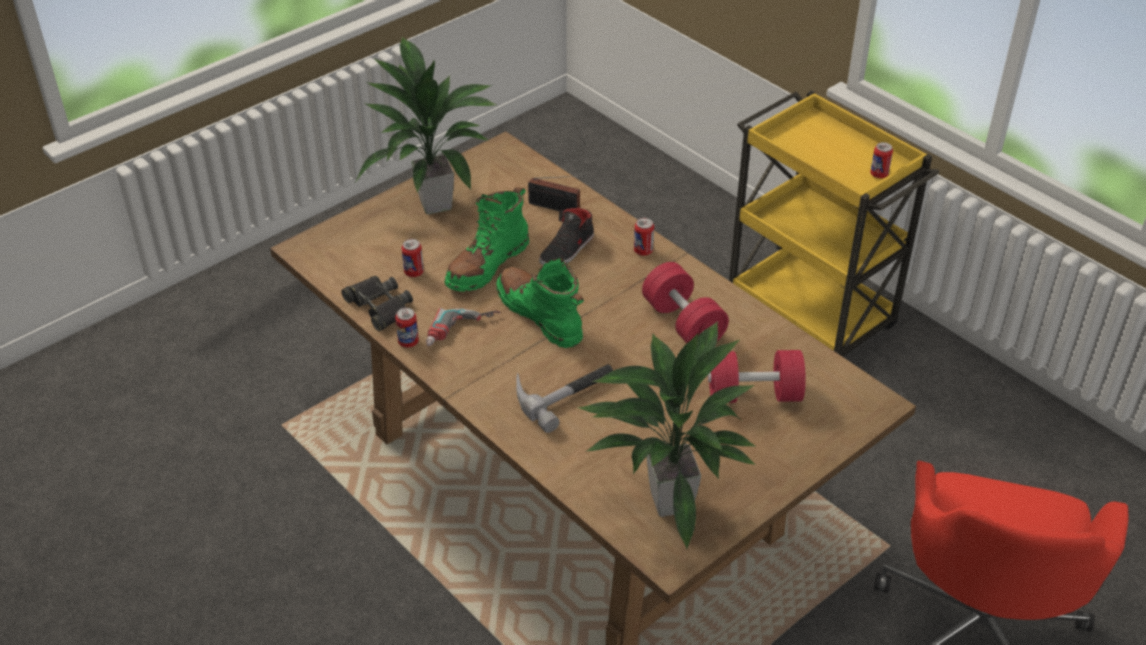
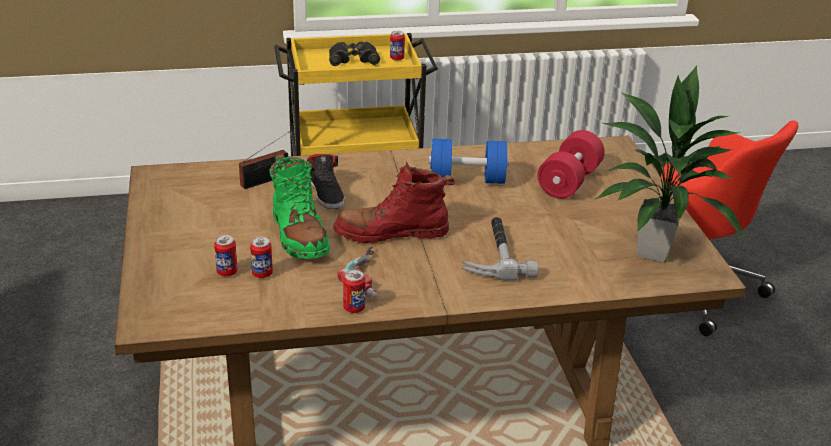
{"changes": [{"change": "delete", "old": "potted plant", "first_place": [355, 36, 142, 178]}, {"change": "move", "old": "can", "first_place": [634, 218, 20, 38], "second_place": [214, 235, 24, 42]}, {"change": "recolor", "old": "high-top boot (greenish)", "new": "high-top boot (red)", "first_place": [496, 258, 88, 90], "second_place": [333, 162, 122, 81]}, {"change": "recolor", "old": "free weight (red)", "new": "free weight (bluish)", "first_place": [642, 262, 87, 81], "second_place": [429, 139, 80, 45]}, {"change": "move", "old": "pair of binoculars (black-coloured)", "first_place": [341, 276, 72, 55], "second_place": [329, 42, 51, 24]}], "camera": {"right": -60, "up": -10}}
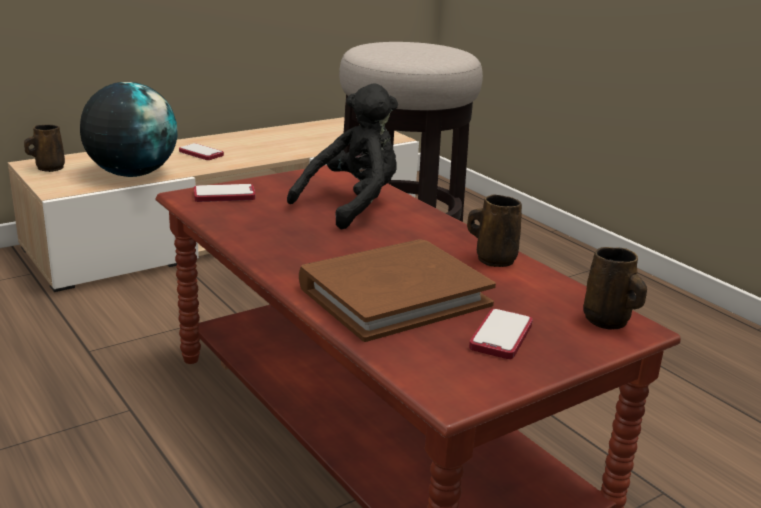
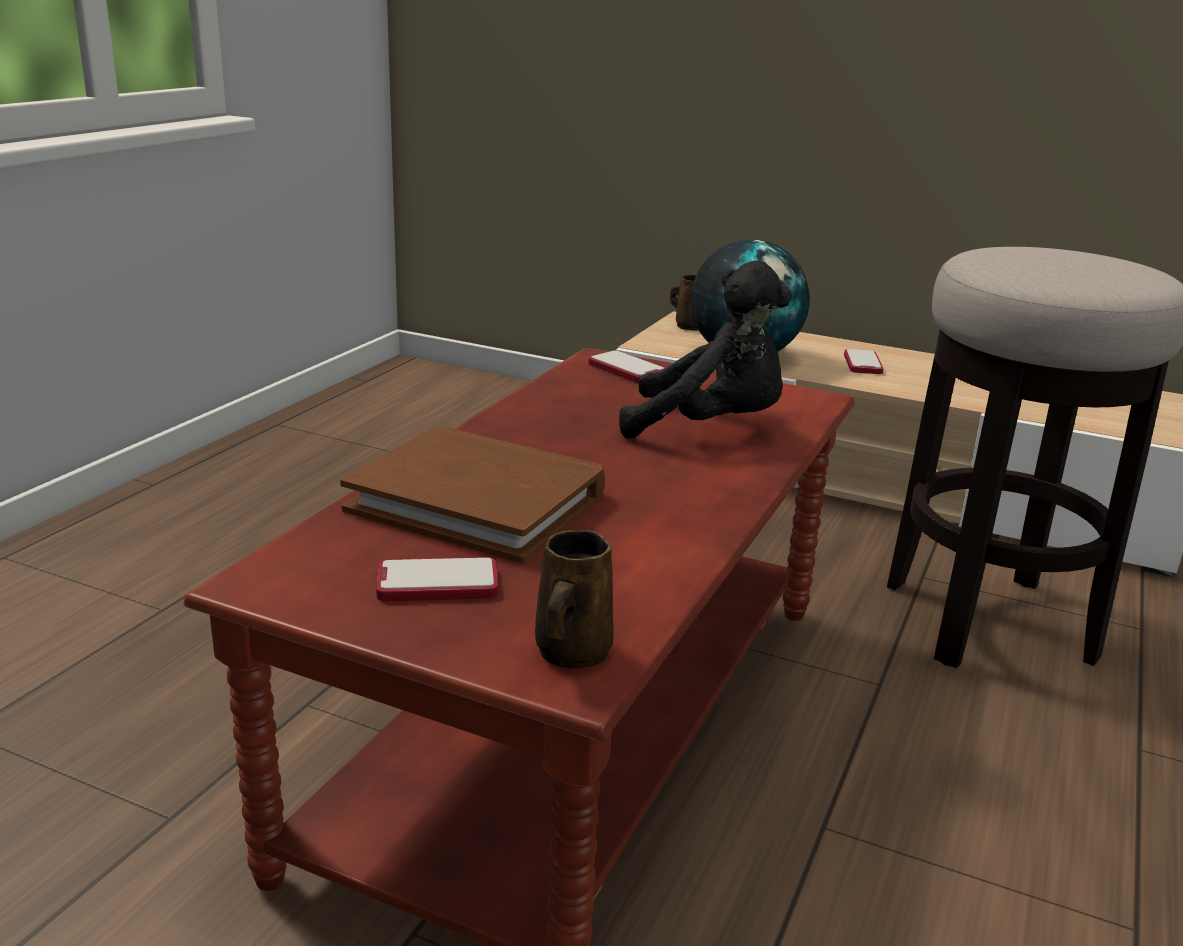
{"changes": [{"change": "delete", "old": "tea mug (brownish)", "first_place": [467, 195, 55, 72]}], "camera": {"right": 60, "up": 0}}
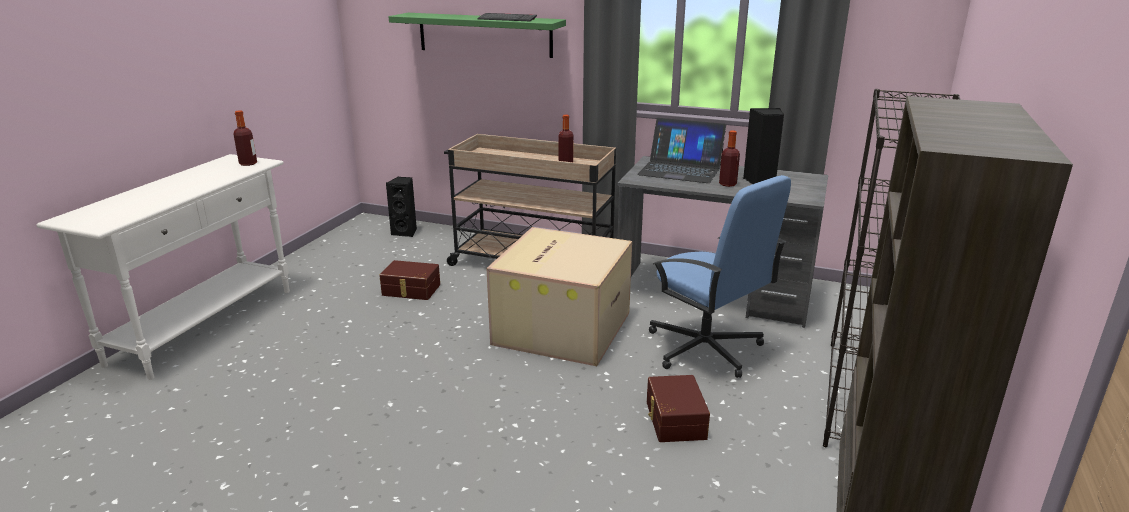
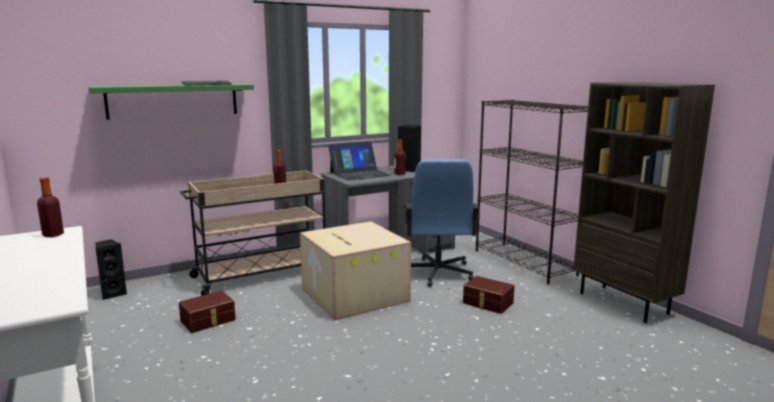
{"changes": [{"change": "rotate", "old": "office chair (bluish)", "first_place": [649, 175, 142, 203], "second_place": [404, 159, 75, 128], "degrees": 90}], "camera": {"right": -50, "up": -10}}
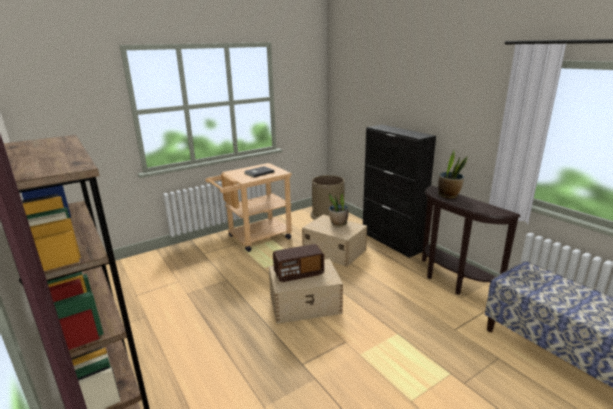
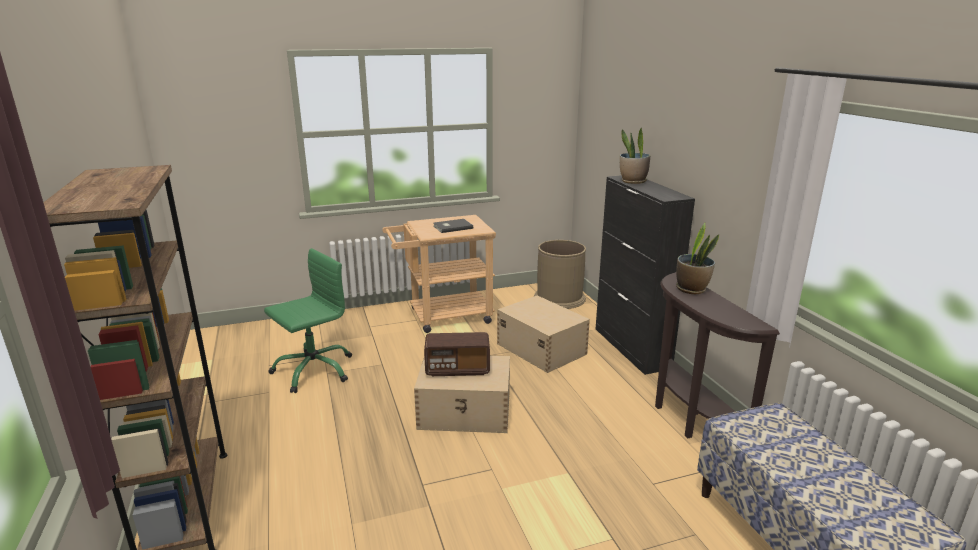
{"changes": [{"change": "move", "old": "potted plant", "first_place": [329, 193, 19, 34], "second_place": [620, 127, 30, 57]}, {"change": "insert", "new": "office chair (greenish)", "second_place": [264, 248, 88, 145]}], "camera": {"right": 15, "up": 0}}
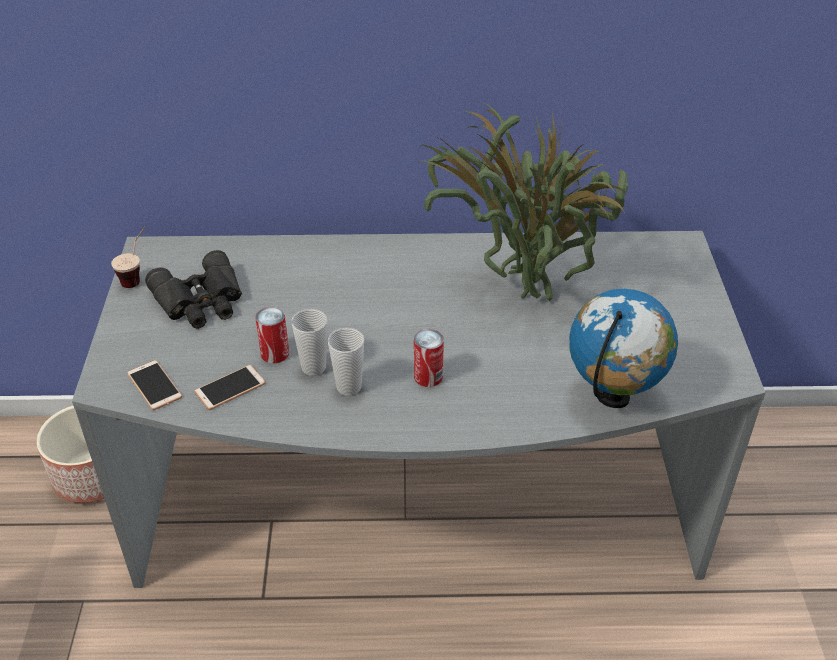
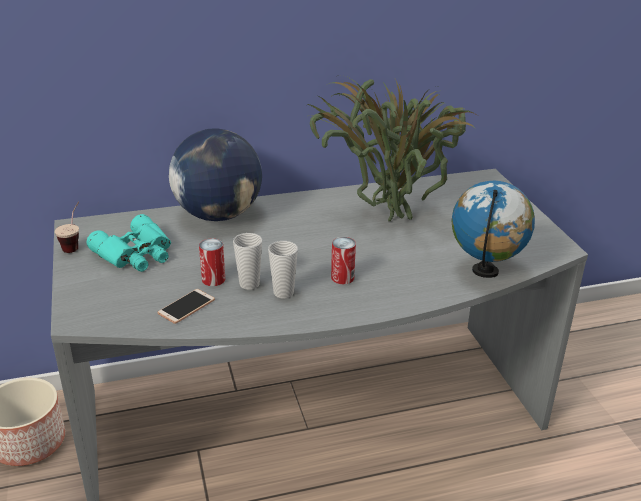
{"changes": [{"change": "recolor", "old": "pair of binoculars (black-coloured)", "new": "pair of binoculars (blue-green)", "first_place": [145, 250, 97, 79], "second_place": [86, 214, 85, 58]}, {"change": "delete", "old": "handset", "first_place": [127, 360, 55, 50]}, {"change": "insert", "new": "desk globe", "second_place": [169, 128, 93, 93]}], "camera": {"right": -15, "up": -10}}
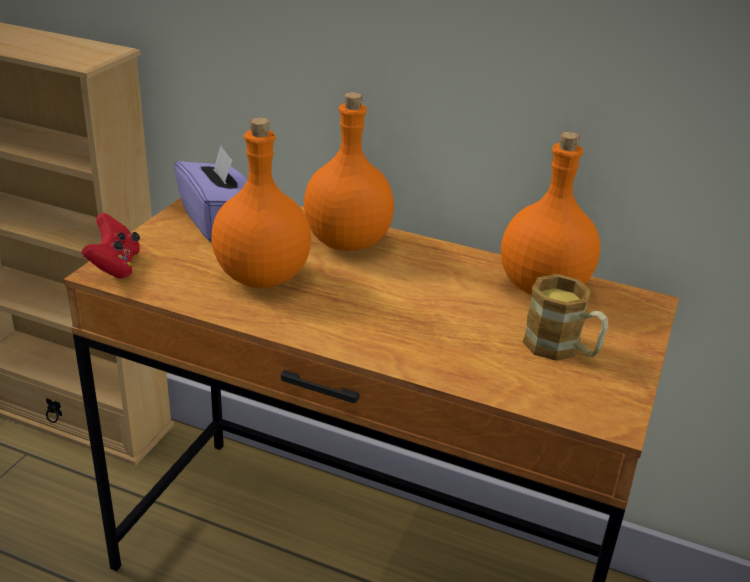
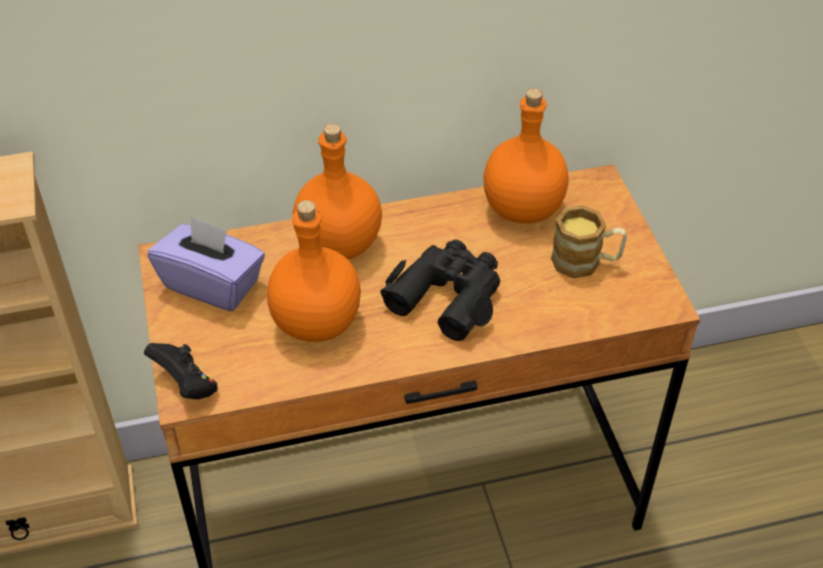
{"changes": [{"change": "recolor", "old": "joypad (red)", "new": "joypad (black-coloured)", "first_place": [82, 213, 58, 65], "second_place": [144, 343, 74, 56]}, {"change": "insert", "new": "pair of binoculars (black-coloured)", "second_place": [380, 239, 120, 102]}], "camera": {"right": -35, "up": 15}}
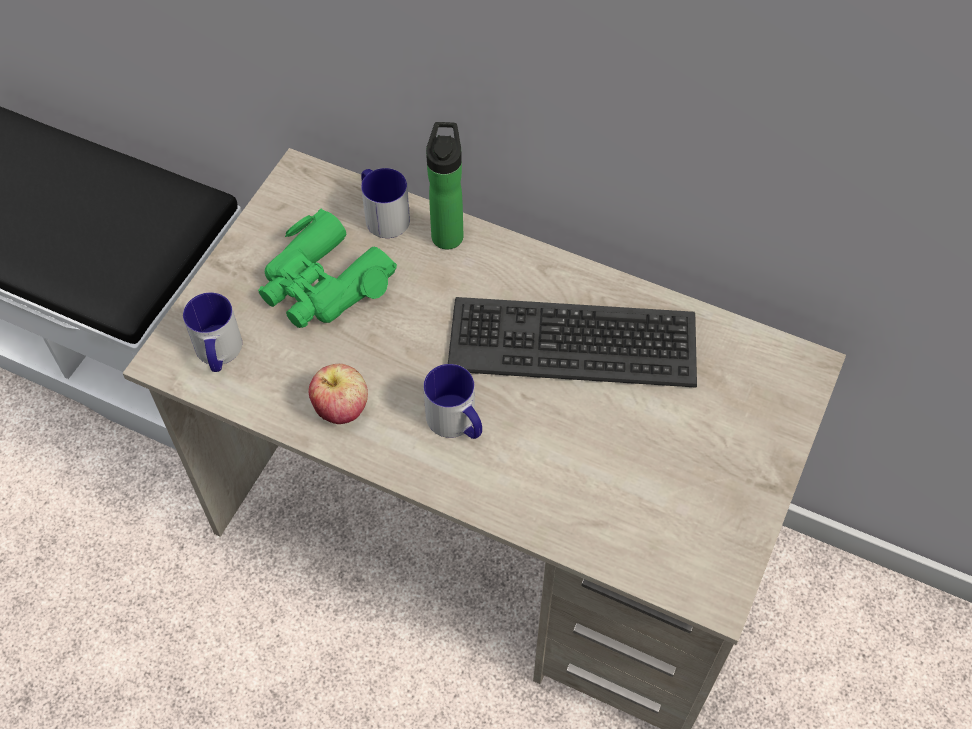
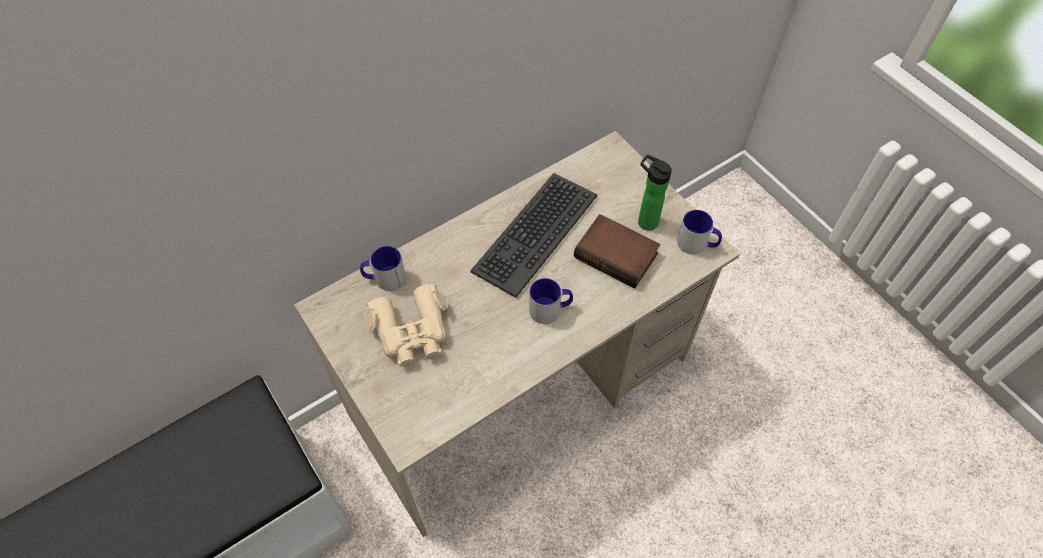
{"changes": [{"change": "move", "old": "beverage bottle", "first_place": [426, 122, 37, 128], "second_place": [638, 154, 34, 76]}, {"change": "recolor", "old": "pair of binoculars (greenish)", "new": "pair of binoculars (beige-coloured)", "first_place": [258, 209, 139, 119], "second_place": [366, 284, 83, 83]}, {"change": "move", "old": "tea mug", "first_place": [183, 292, 59, 80], "second_place": [677, 210, 45, 44]}, {"change": "delete", "old": "apple fruit", "first_place": [309, 364, 59, 60]}, {"change": "insert", "new": "bound book", "second_place": [574, 214, 86, 75]}], "camera": {"right": -60, "up": 0}}
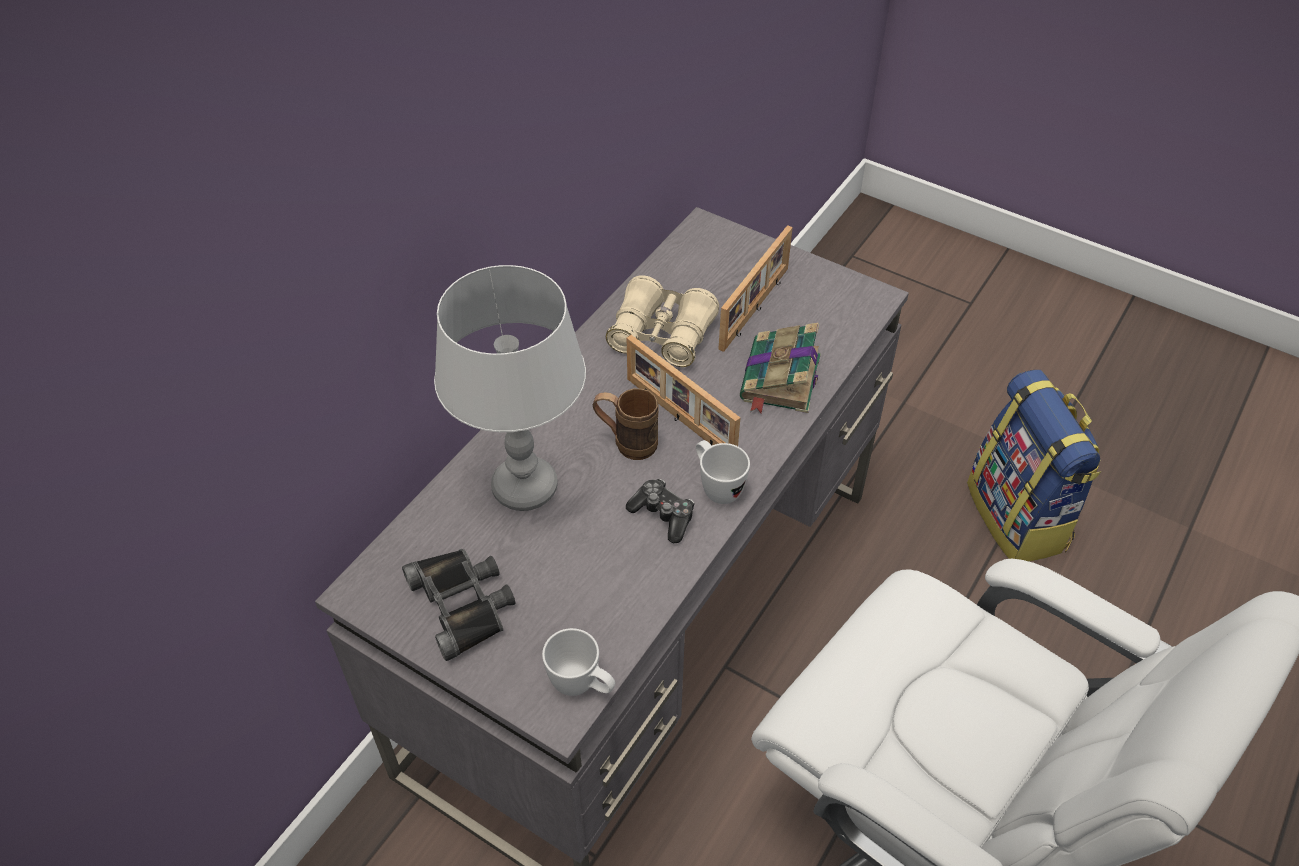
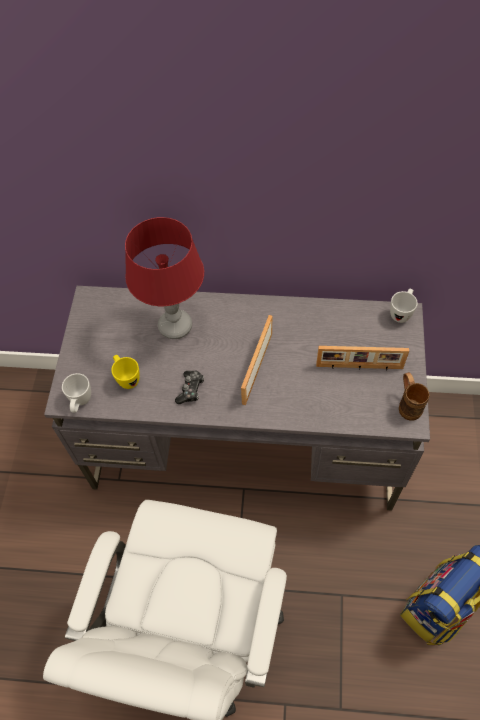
{"changes": [{"change": "recolor", "old": "table lamp (gray)", "new": "table lamp (red)", "first_place": [434, 265, 152, 246], "second_place": [125, 217, 79, 122]}, {"change": "delete", "old": "pair of binoculars (beige-coloured)", "first_place": [606, 275, 113, 92]}, {"change": "delete", "old": "bound book", "first_place": [740, 322, 81, 91]}, {"change": "move", "old": "tea mug (brownish)", "first_place": [593, 388, 65, 72], "second_place": [399, 372, 31, 49]}, {"change": "move", "old": "tea mug (white-coloured)", "first_place": [696, 440, 54, 64], "second_place": [390, 289, 28, 34]}, {"change": "delete", "old": "pair of binoculars (black-coloured)", "first_place": [402, 549, 113, 112]}, {"change": "insert", "new": "tea mug (yellow)", "second_place": [111, 355, 29, 34]}], "camera": {"right": 65, "up": 10}}
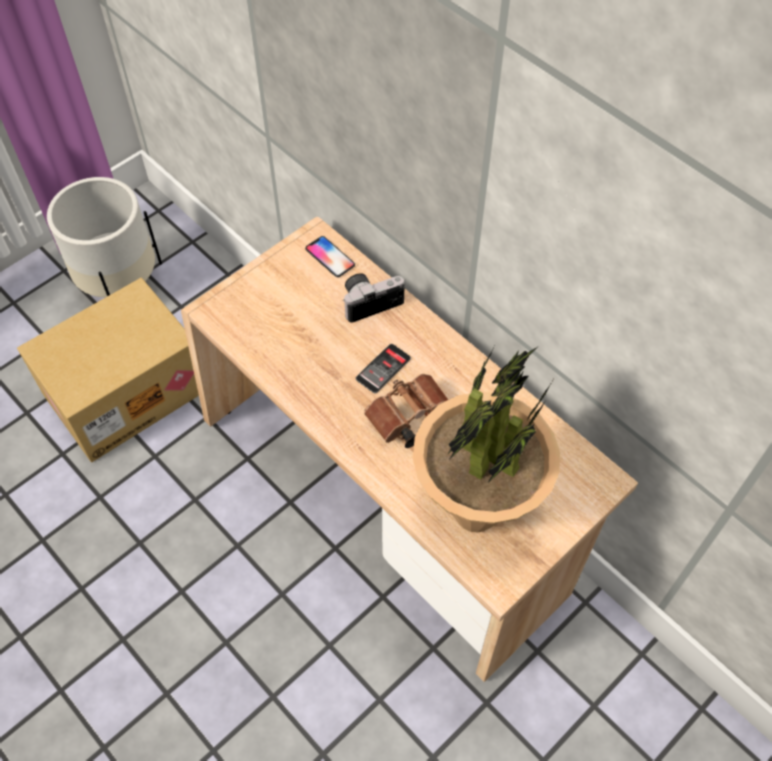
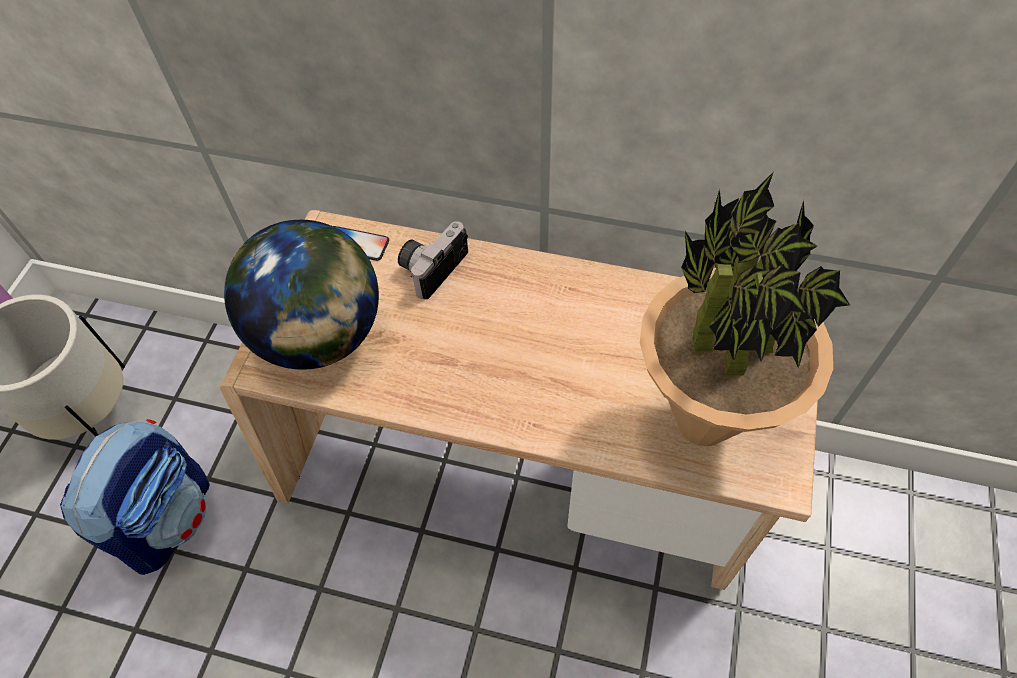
{"changes": [{"change": "replace", "old": "cardboard box", "new": "rucksack", "first_place": [17, 278, 182, 184], "second_place": [60, 419, 150, 156]}, {"change": "delete", "old": "handset", "first_place": [356, 344, 55, 49]}, {"change": "delete", "old": "pair of binoculars (brownish)", "first_place": [364, 374, 84, 74]}, {"change": "insert", "new": "desk globe", "second_place": [224, 220, 155, 150]}], "camera": {"right": -30, "up": 0}}
